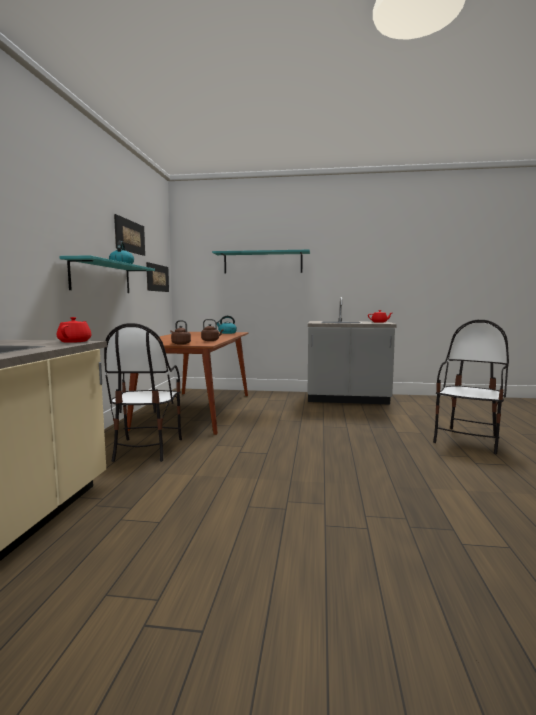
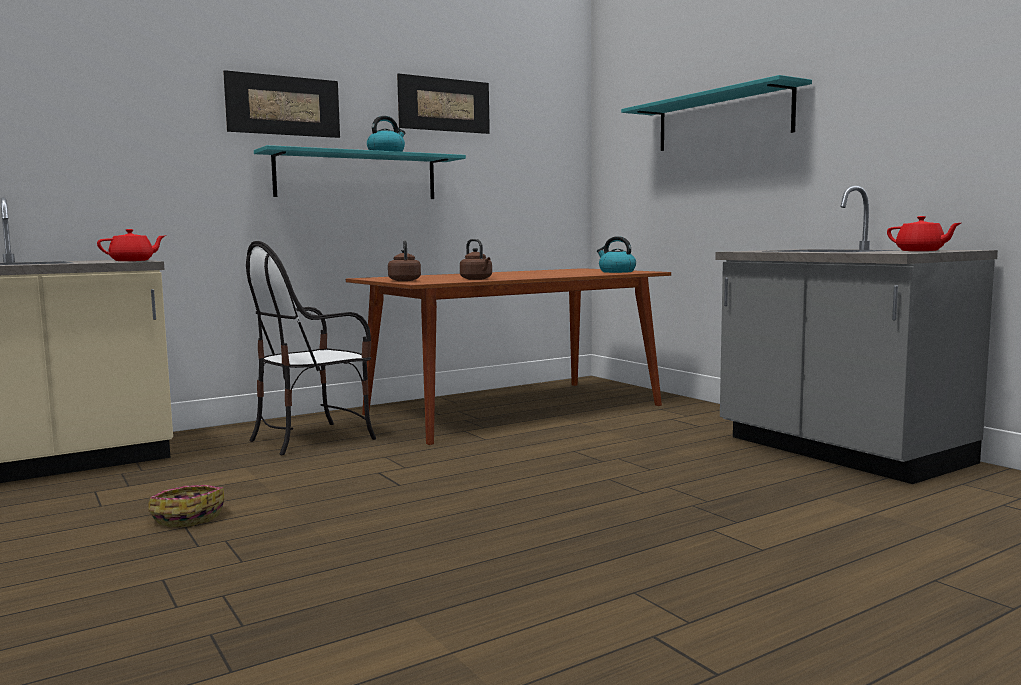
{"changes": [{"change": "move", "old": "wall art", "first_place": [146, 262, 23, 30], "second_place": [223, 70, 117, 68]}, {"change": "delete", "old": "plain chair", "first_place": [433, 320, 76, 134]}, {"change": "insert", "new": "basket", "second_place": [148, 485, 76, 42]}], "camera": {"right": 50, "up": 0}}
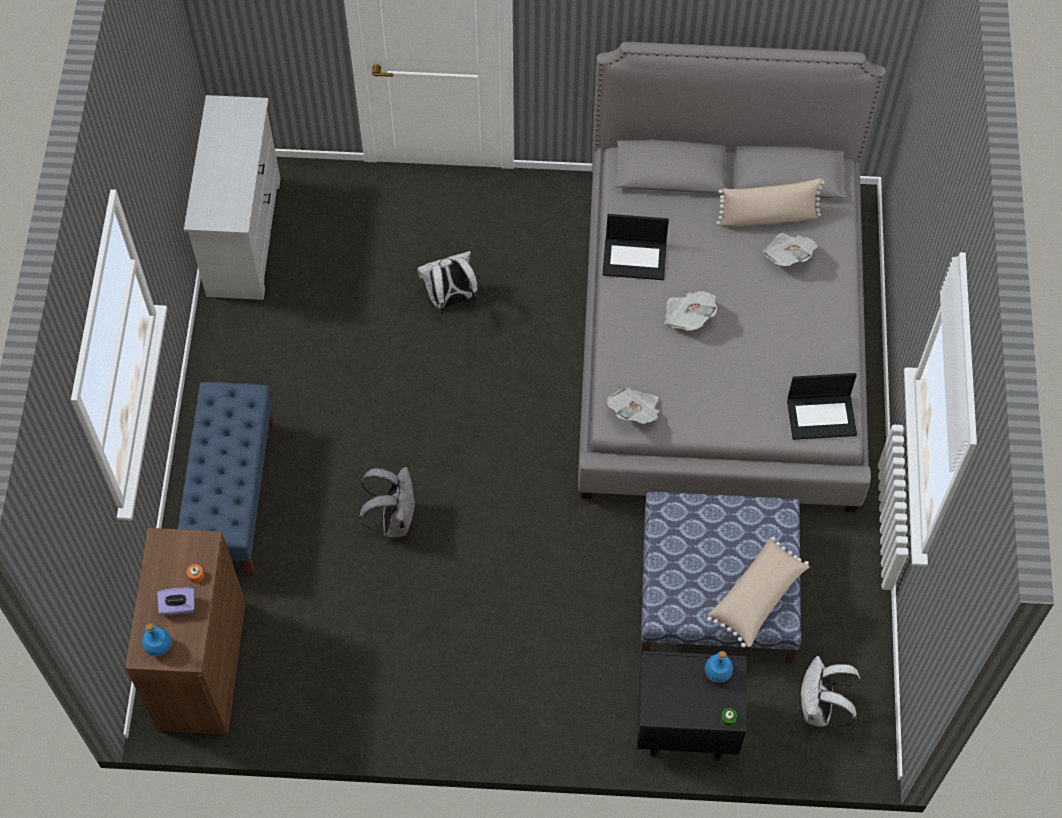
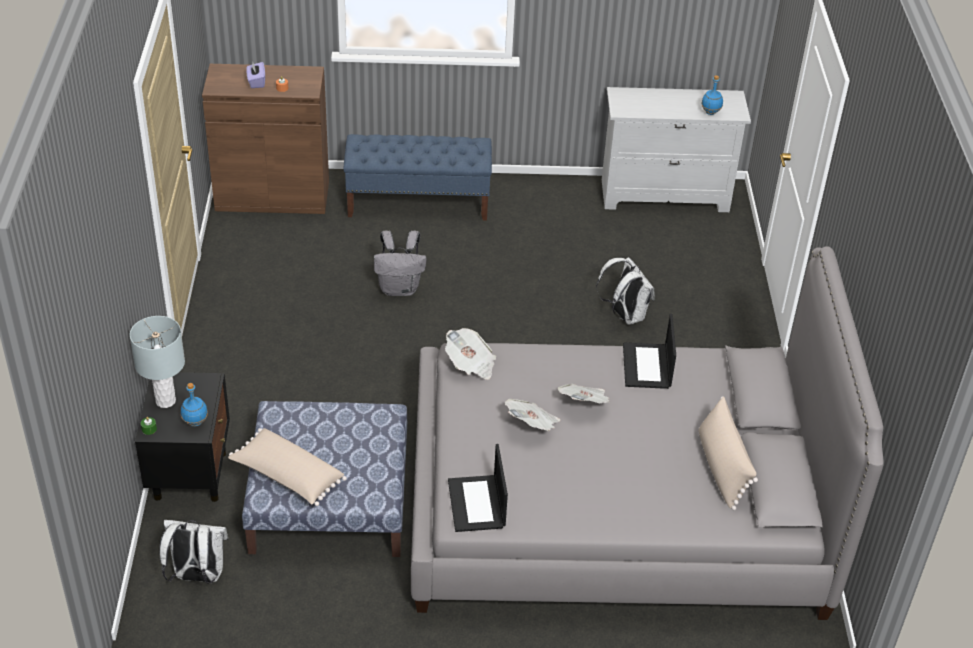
{"changes": [{"change": "move", "old": "printed paper", "first_place": [762, 233, 56, 33], "second_place": [505, 399, 55, 32]}, {"change": "move", "old": "beverage bottle (bluish)", "first_place": [142, 623, 30, 34], "second_place": [701, 75, 22, 40]}, {"change": "insert", "new": "table lamp (gray)", "second_place": [130, 316, 55, 92]}], "camera": {"right": 85, "up": -20}}
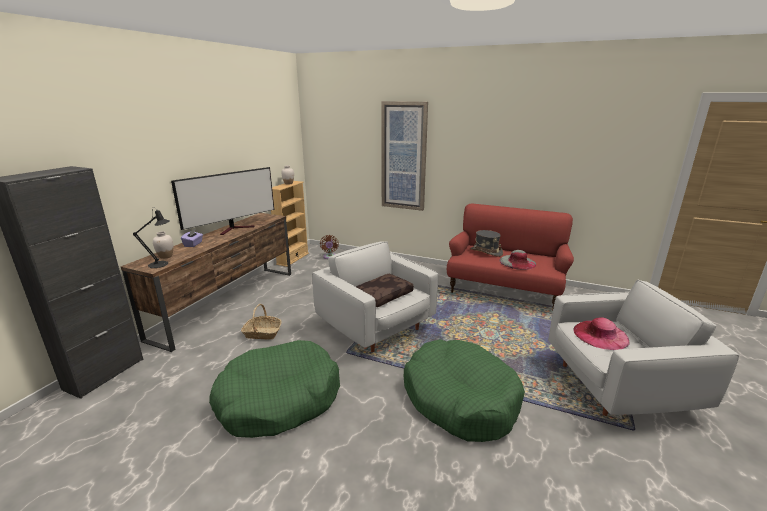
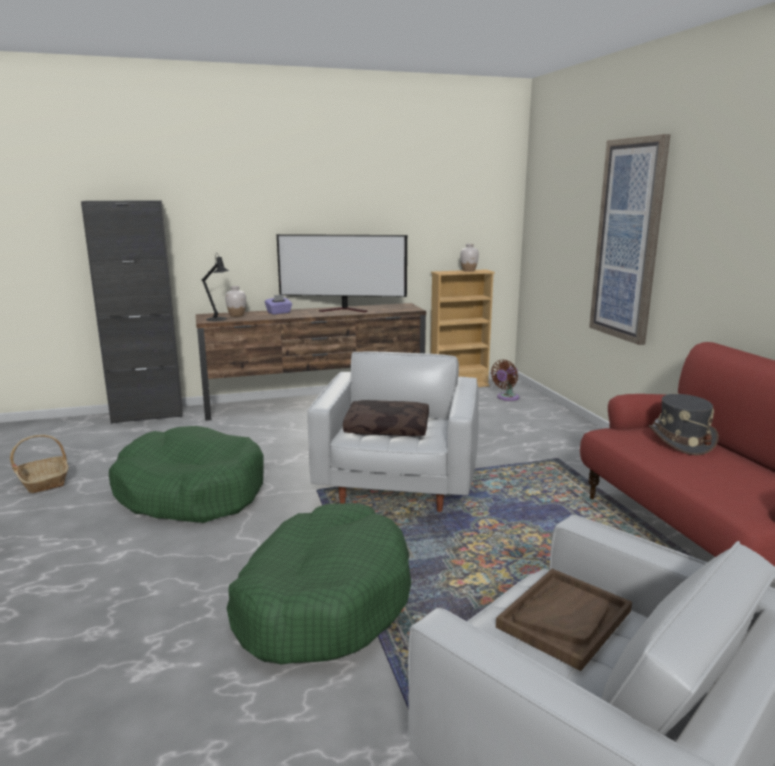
{"changes": [{"change": "delete", "old": "hat (gray)", "first_place": [499, 250, 37, 20]}, {"change": "move", "old": "basket", "first_place": [241, 304, 41, 36], "second_place": [10, 435, 59, 58]}, {"change": "replace", "old": "hat (pinkish)", "new": "serving tray (brownish)", "first_place": [573, 317, 57, 33], "second_place": [496, 569, 136, 102]}], "camera": {"right": 50, "up": -5}}
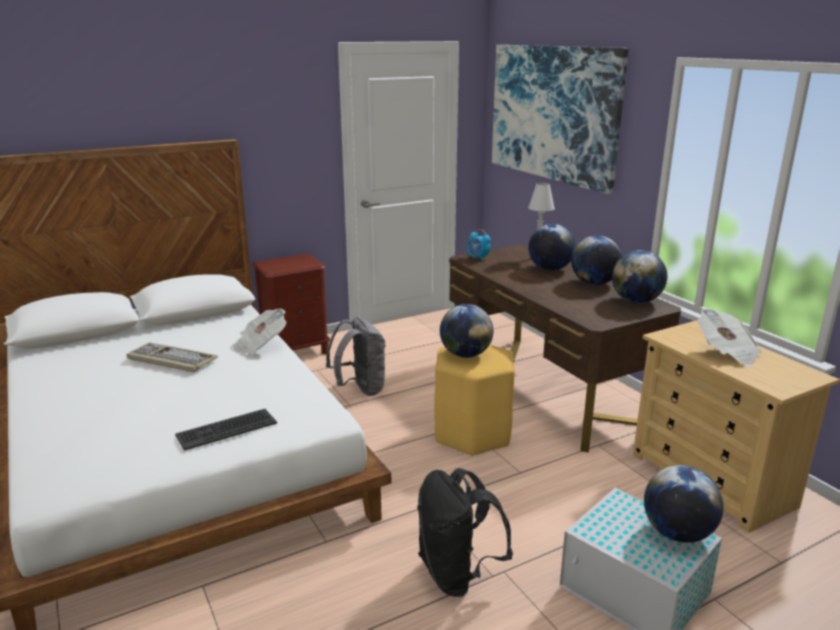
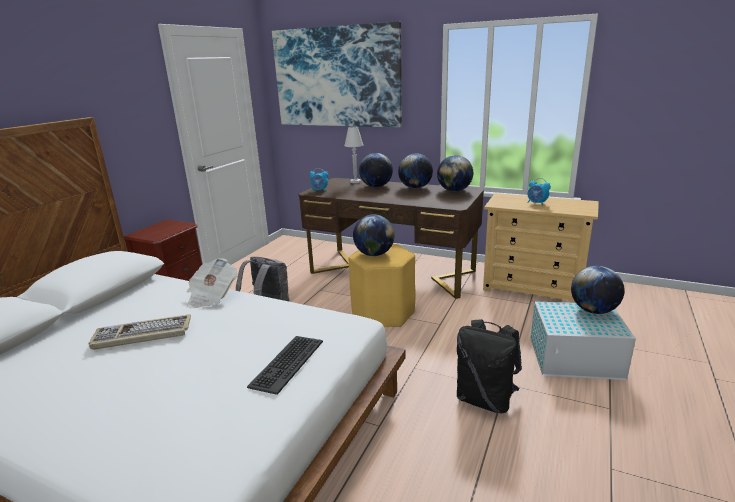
{"changes": [{"change": "replace", "old": "printed paper", "new": "table clock", "first_place": [697, 308, 65, 59], "second_place": [527, 178, 24, 28]}], "camera": {"right": -35, "up": 0}}
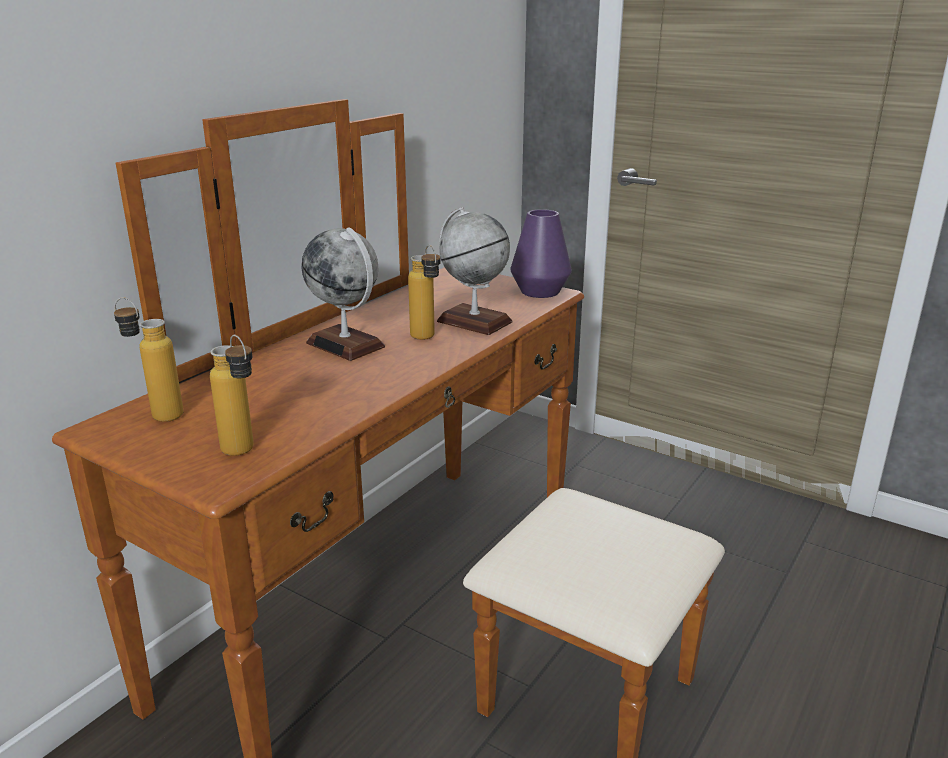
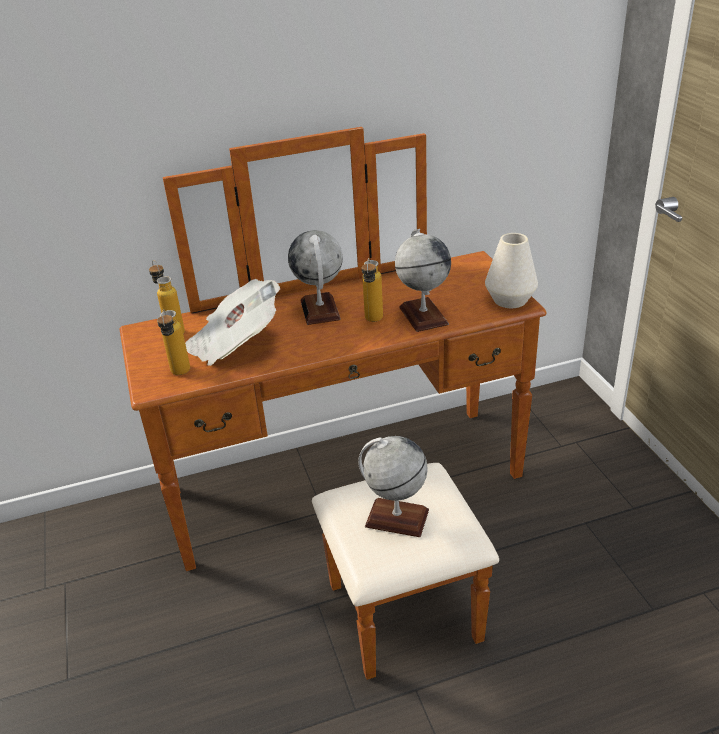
{"changes": [{"change": "recolor", "old": "decorative vase (purplish)", "new": "decorative vase (white-coloured)", "first_place": [511, 209, 61, 89], "second_place": [485, 233, 53, 75]}, {"change": "insert", "new": "printed paper", "second_place": [185, 279, 95, 87]}, {"change": "insert", "new": "desk globe", "second_place": [358, 436, 71, 101]}], "camera": {"right": 40, "up": 10}}
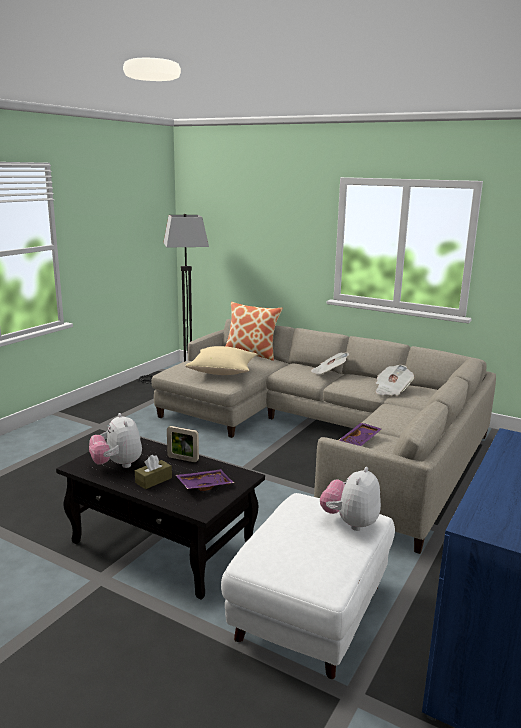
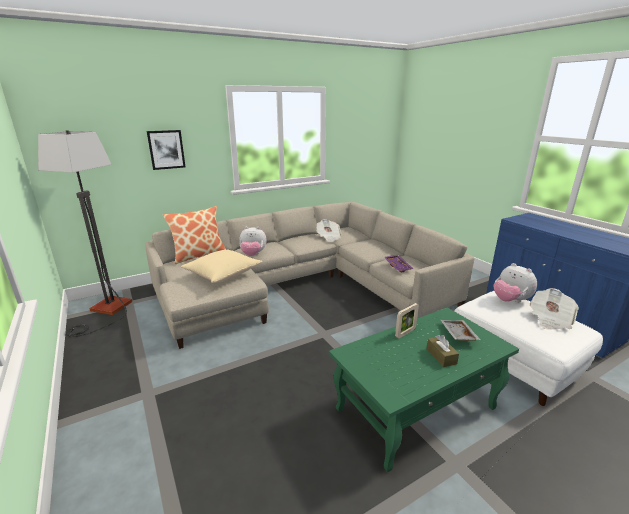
{"changes": [{"change": "move", "old": "printed paper", "first_place": [311, 352, 38, 23], "second_place": [530, 288, 49, 42]}, {"change": "move", "old": "soft toy", "first_place": [89, 413, 53, 55], "second_place": [239, 227, 28, 29]}, {"change": "recolor", "old": "low table (black-coloured)", "new": "low table (greenish)", "first_place": [56, 437, 209, 163], "second_place": [329, 307, 190, 165]}, {"change": "recolor", "old": "serving tray (purplish)", "new": "serving tray (gray)", "first_place": [176, 469, 58, 22], "second_place": [441, 320, 40, 21]}, {"change": "insert", "new": "wall art", "second_place": [147, 130, 39, 40]}], "camera": {"right": -60, "up": 5}}
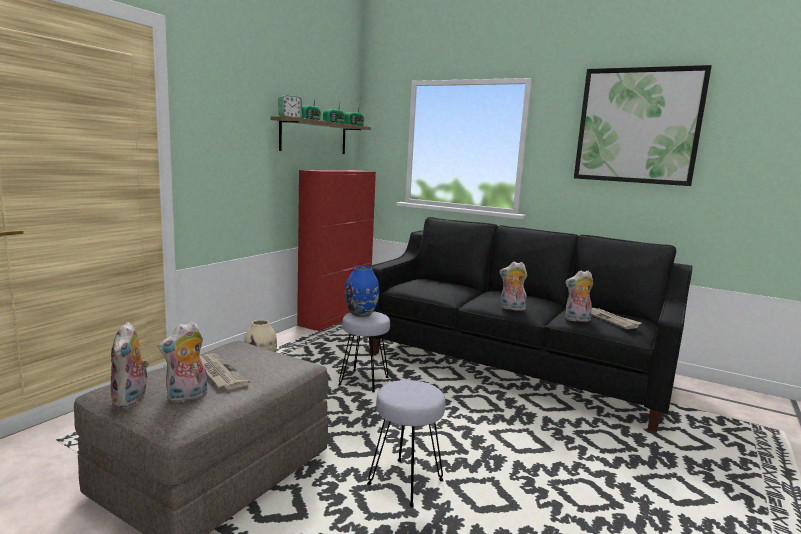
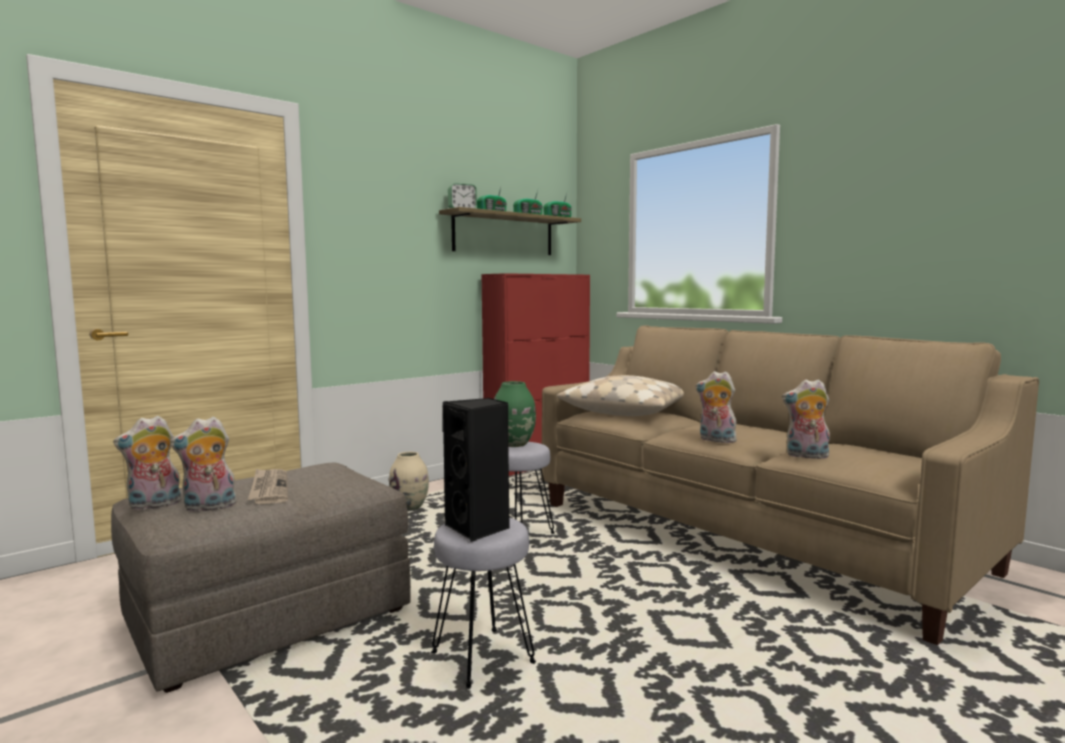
{"changes": [{"change": "delete", "old": "wall art", "first_place": [574, 65, 138, 121]}, {"change": "recolor", "old": "sofa (black-coloured)", "new": "sofa (beige-coloured)", "first_place": [365, 217, 327, 215], "second_place": [541, 325, 498, 320]}, {"change": "recolor", "old": "decorative vase (bluish)", "new": "decorative vase (greenish)", "first_place": [345, 266, 34, 51], "second_place": [494, 381, 42, 66]}, {"change": "delete", "old": "printed paper", "first_place": [591, 308, 50, 21]}, {"change": "rotate", "old": "soft toy", "first_place": [111, 322, 38, 86], "second_place": [113, 415, 69, 95], "degrees": 45}, {"change": "insert", "new": "throw pillow (beige-coloured)", "second_place": [557, 375, 127, 41]}, {"change": "insert", "new": "loudspeaker (black-coloured)", "second_place": [443, 398, 67, 144]}], "camera": {"right": 20, "up": -5}}
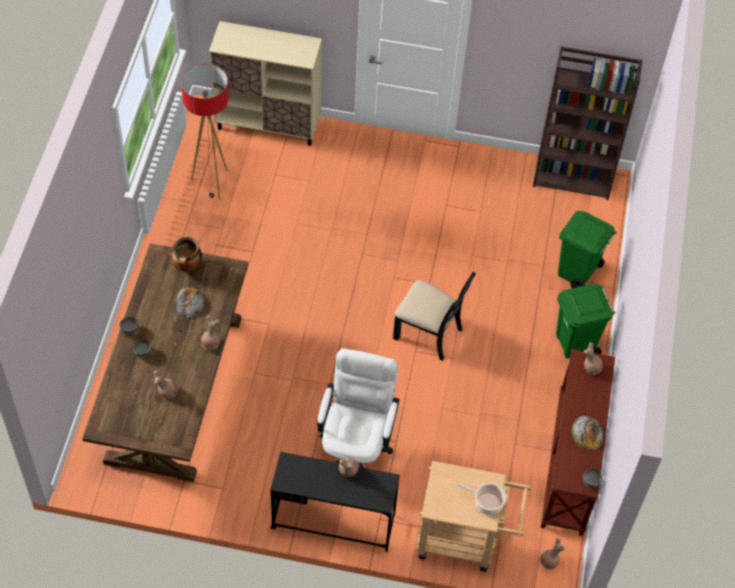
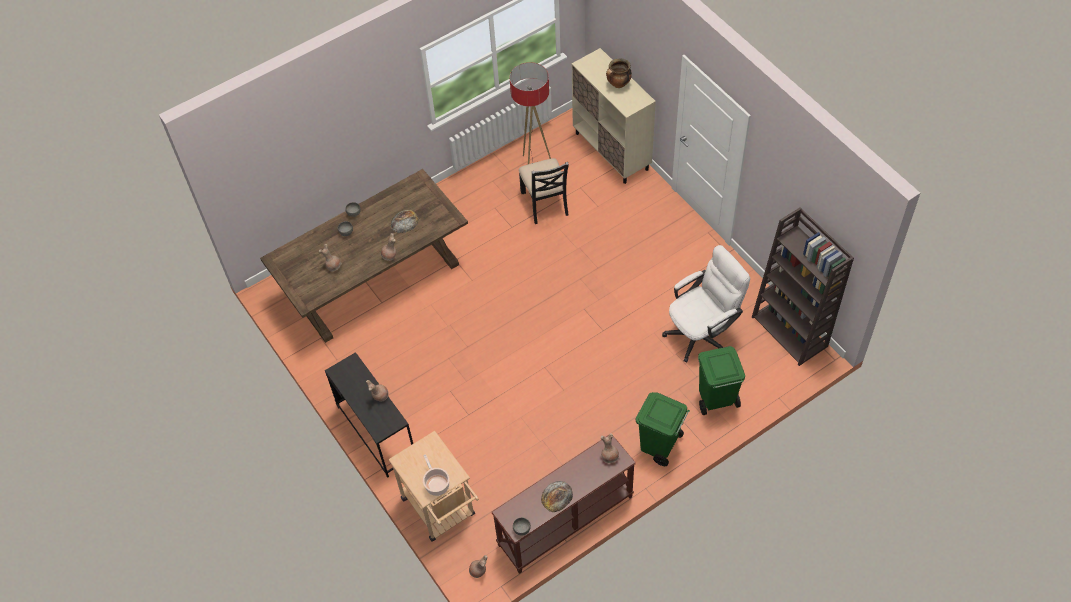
{"changes": [{"change": "move", "old": "cooking pot", "first_place": [171, 237, 31, 35], "second_place": [606, 58, 26, 30]}, {"change": "move", "old": "plain chair (black-coloured)", "first_place": [393, 271, 83, 90], "second_place": [519, 158, 50, 66]}, {"change": "move", "old": "office chair (white-coloured)", "first_place": [317, 348, 82, 120], "second_place": [662, 245, 88, 117]}], "camera": {"right": 50, "up": 0}}
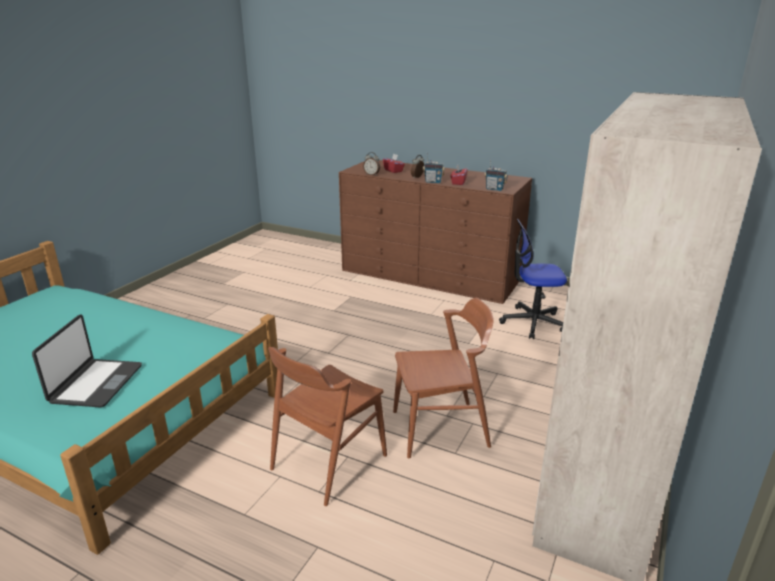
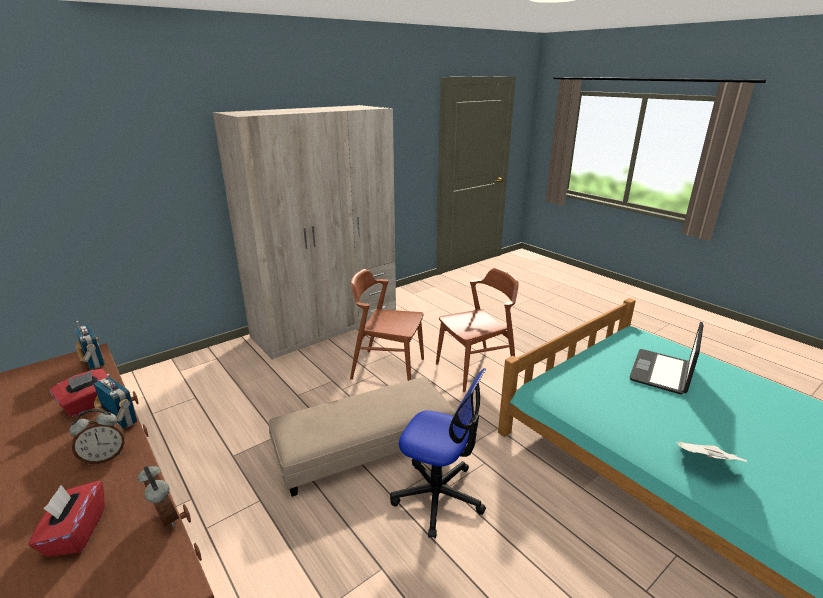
{"changes": [{"change": "move", "old": "office chair", "first_place": [499, 219, 68, 120], "second_place": [390, 368, 96, 170]}, {"change": "insert", "new": "ottoman (beige-coloured)", "second_place": [268, 377, 187, 120]}, {"change": "insert", "new": "printed paper", "second_place": [677, 441, 70, 21]}], "camera": {"right": -155, "up": 0}}
